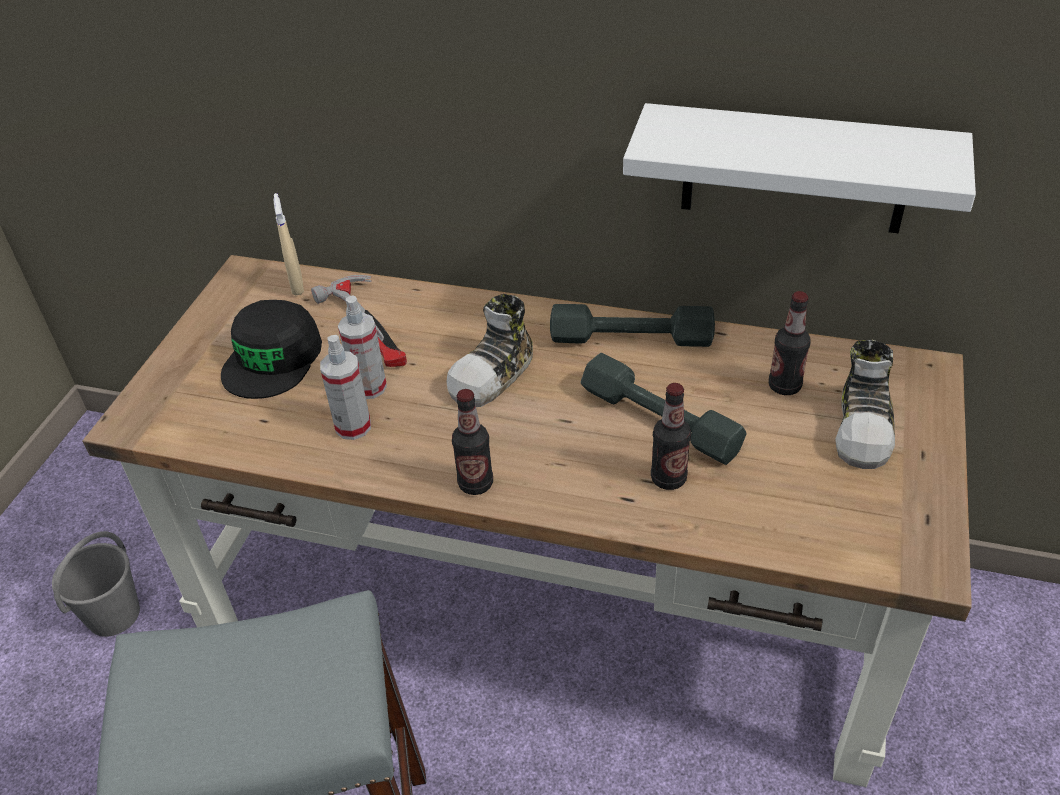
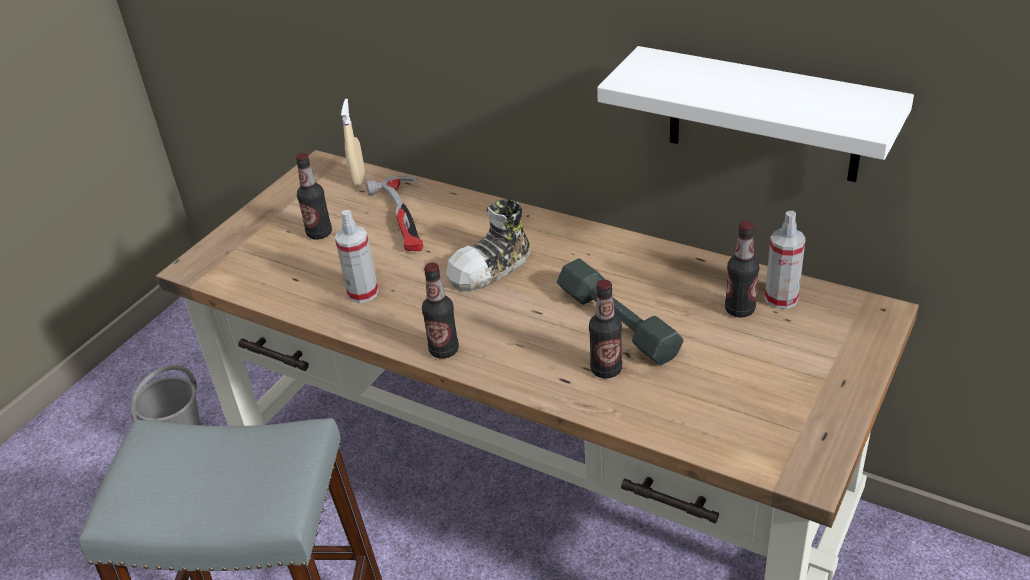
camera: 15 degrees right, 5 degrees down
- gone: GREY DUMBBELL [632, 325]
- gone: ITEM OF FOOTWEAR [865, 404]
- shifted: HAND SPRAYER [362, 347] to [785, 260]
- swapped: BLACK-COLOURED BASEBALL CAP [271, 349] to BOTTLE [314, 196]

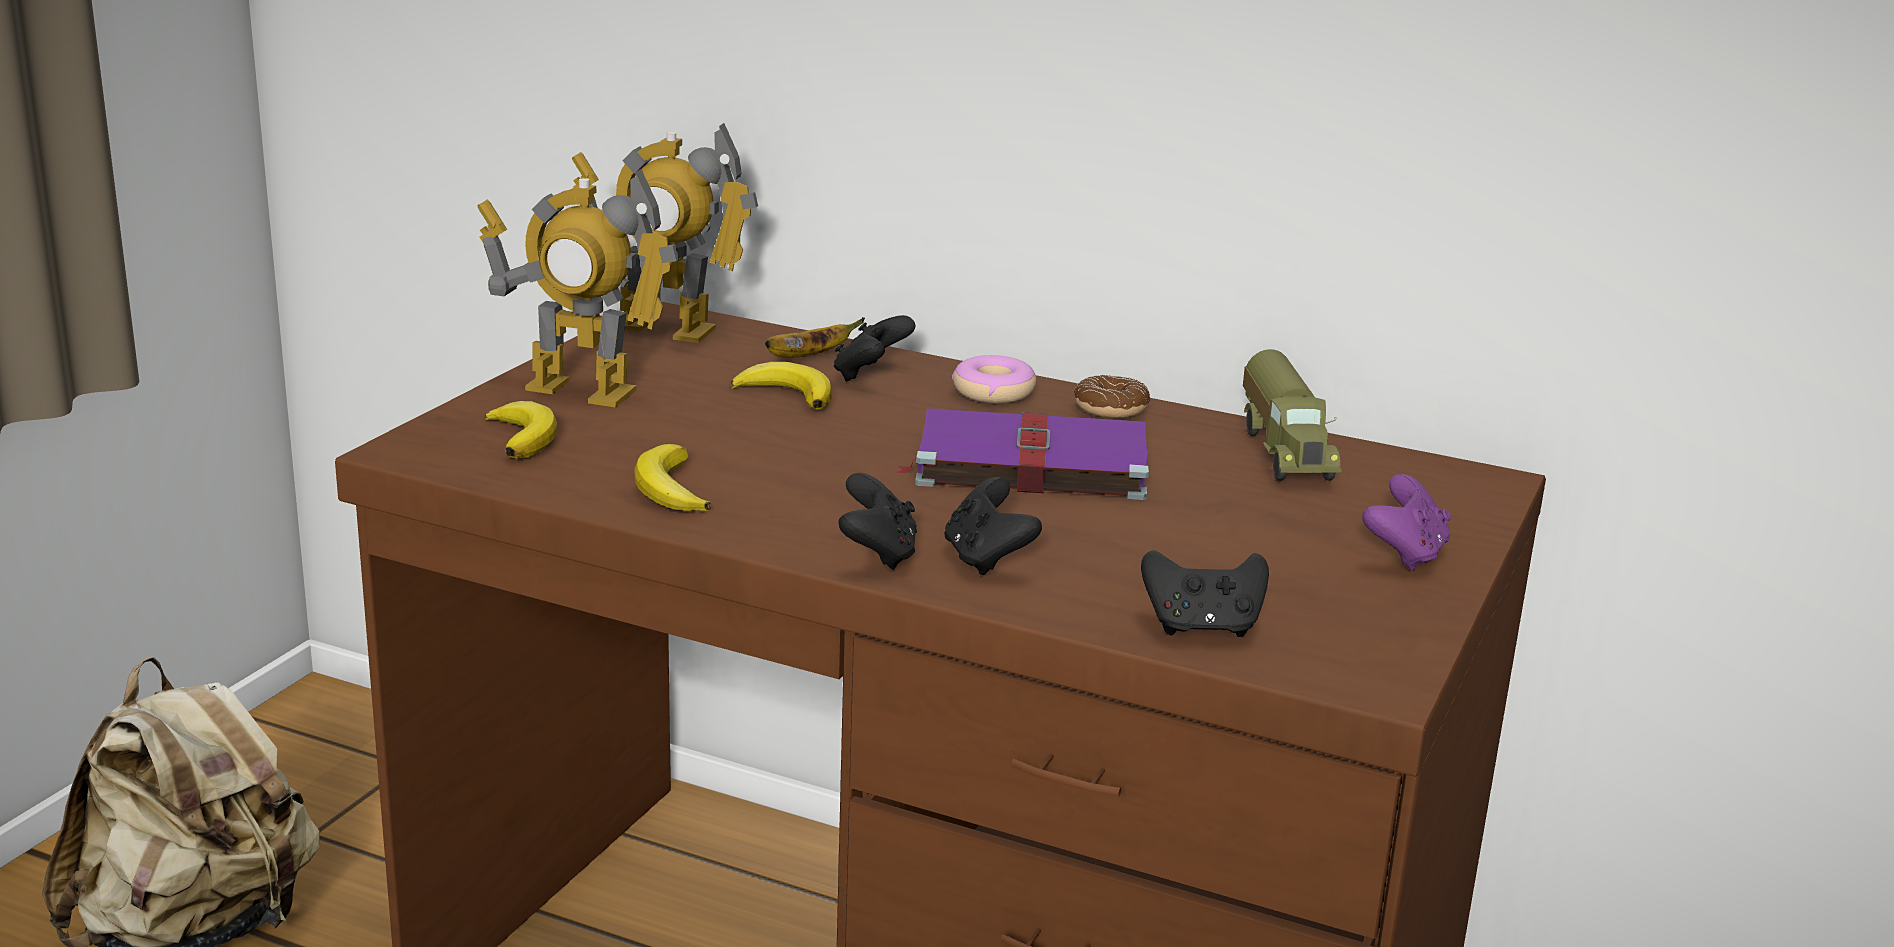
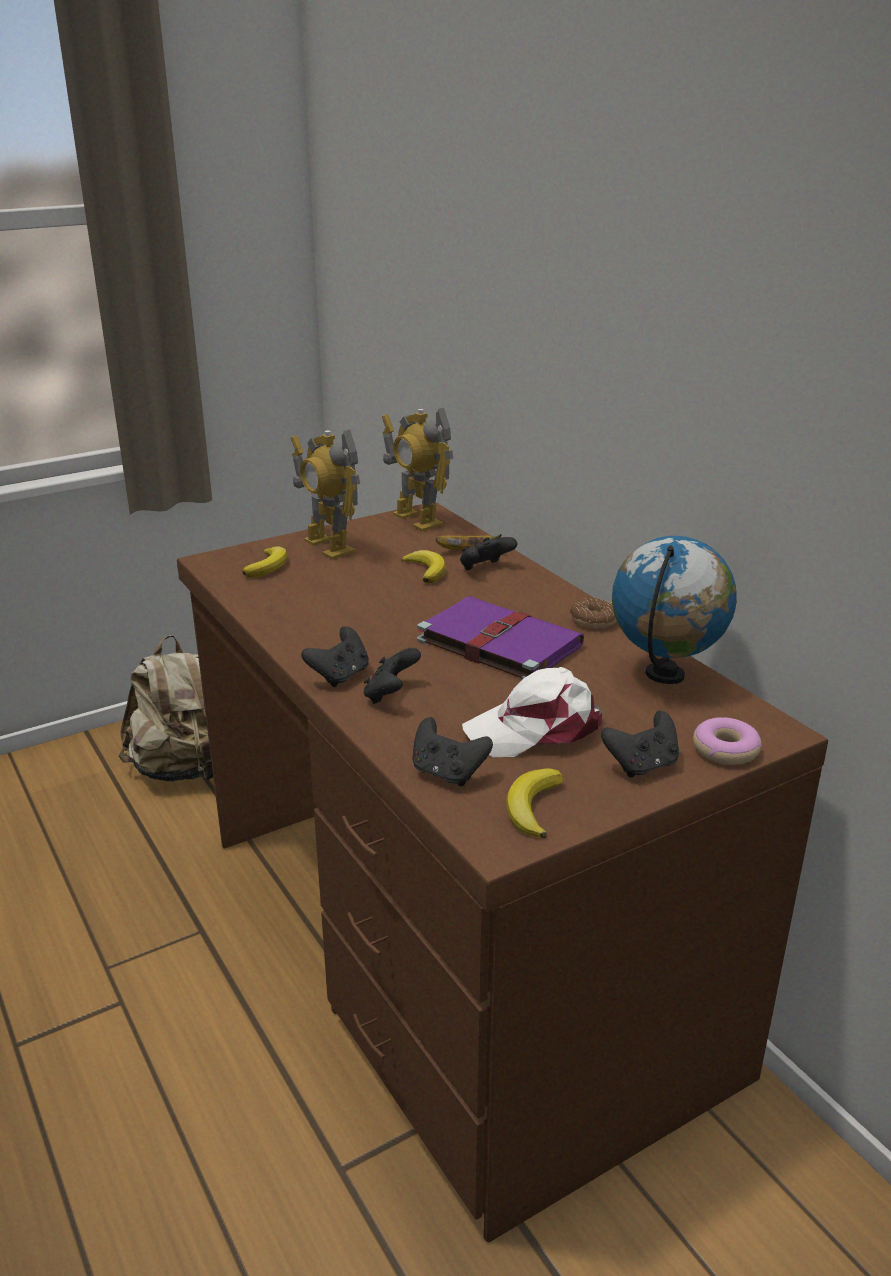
camera: 35 degrees right, 5 degrees up
- new: WHITE BASEBALL CAP [532, 712]
- shifted: BANANA FRUIT [672, 477] to [535, 803]
- shifted: DOUGHNUT [994, 379] to [727, 741]
- swapped: MODEL TRUCK [1292, 415] to WORLD GLOBE [674, 610]
- repainted: PURPLE GAMEPAD [1406, 522] to BLACK-COLOURED GAMEPAD [640, 744]

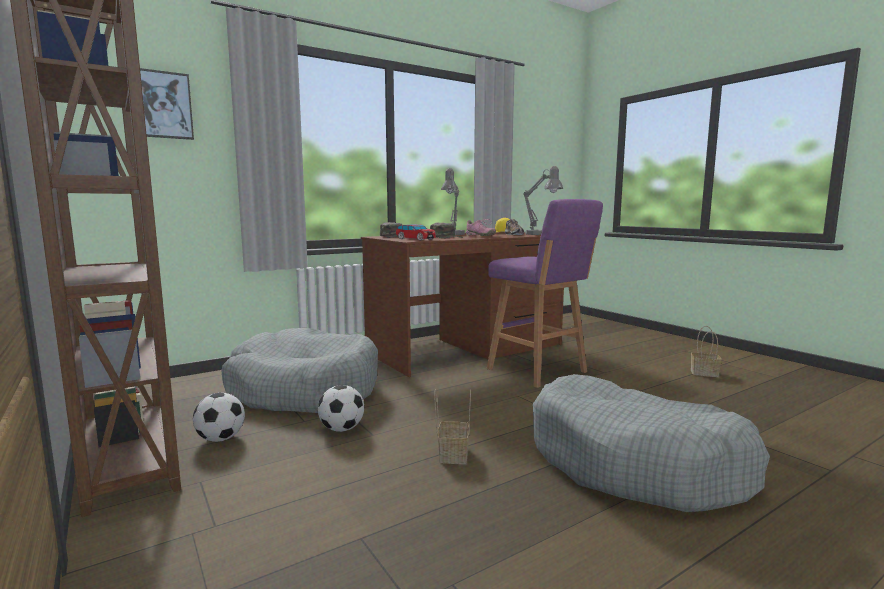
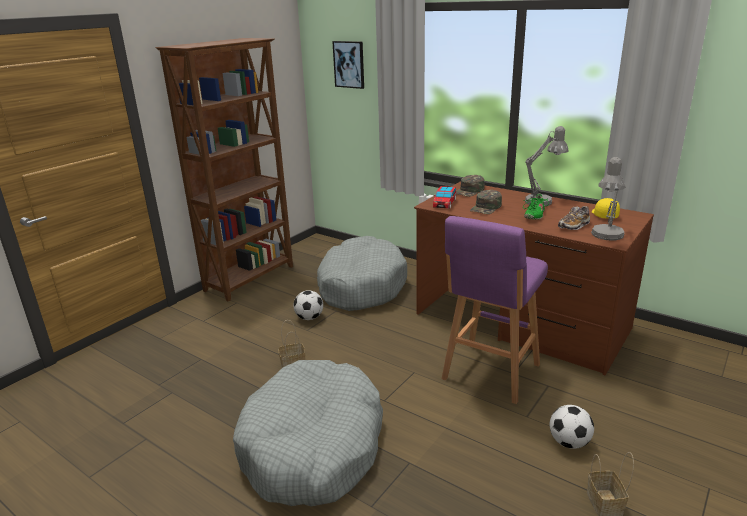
camera: 70 degrees right, 15 degrees up
- shifted: BALL FOR FOOTBALL [219, 417] to [572, 427]
- repainted: PINK ITEM OF FOOTWEAR [481, 227] to GREENISH ITEM OF FOOTWEAR [536, 206]

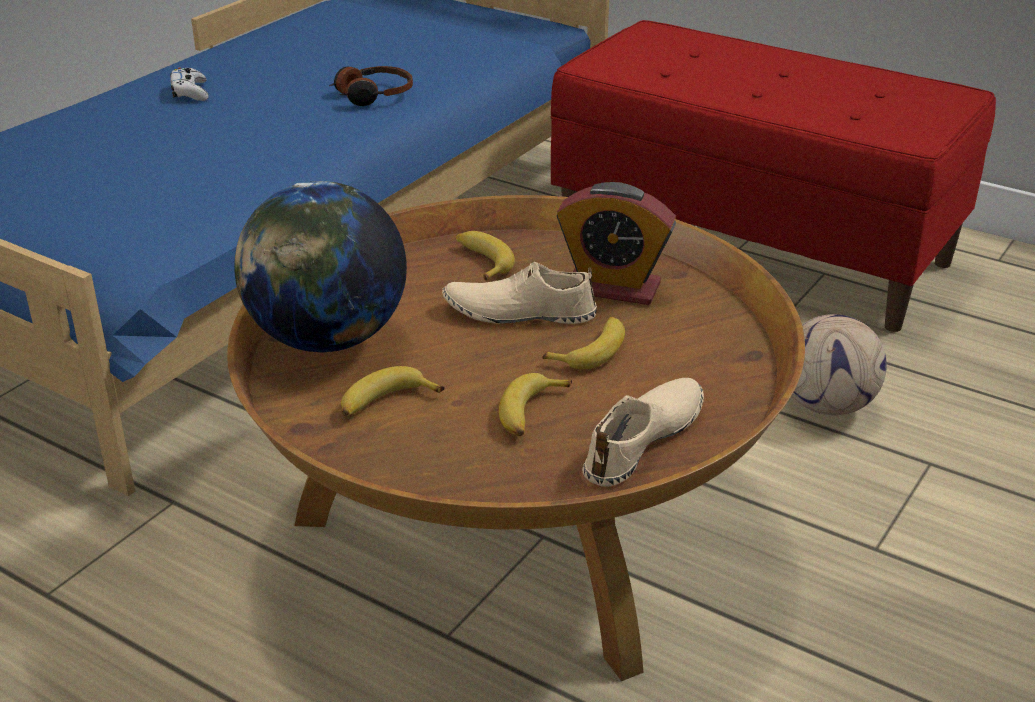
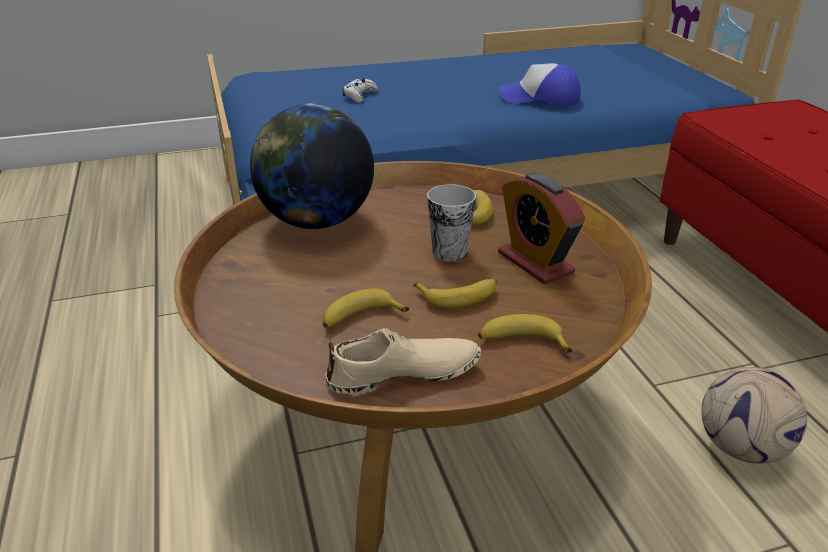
camera: 40 degrees right, 0 degrees up
- shifted: WHITE GAMEPAD [189, 84] to [360, 90]
- shifted: BANANA FRUIT [393, 391] to [525, 333]
- swapped: HEADSET [371, 86] to BASEBALL CAP [540, 84]
- swapped: BEIGE-COLOURED ITEM OF FOOTWEAR [519, 293] to CUP [451, 223]

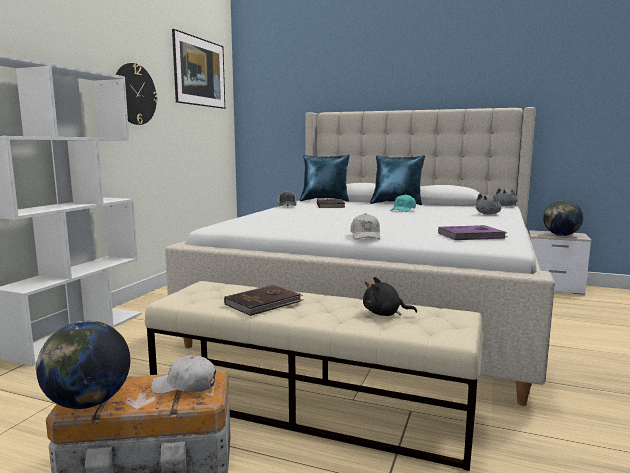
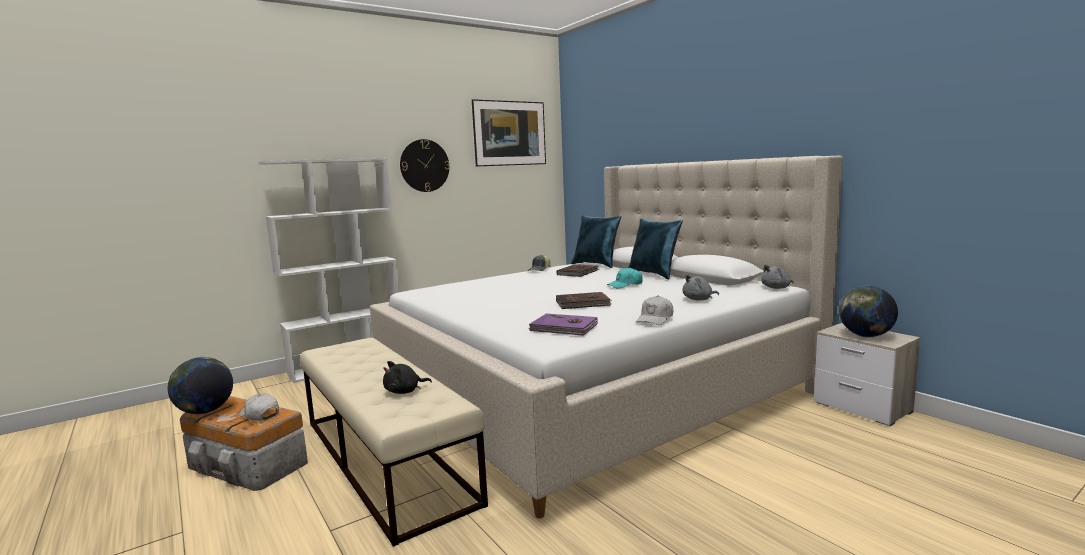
camera: 35 degrees right, 0 degrees up
- shifted: BROWN BOOK [263, 300] to [584, 300]
- shifted: WHITE BASEBALL CAP [365, 226] to [654, 310]
- rotated: BLACK-COLOURED CUDDLY TOY [390, 296] = [407, 377] 75 degrees counterclockwise

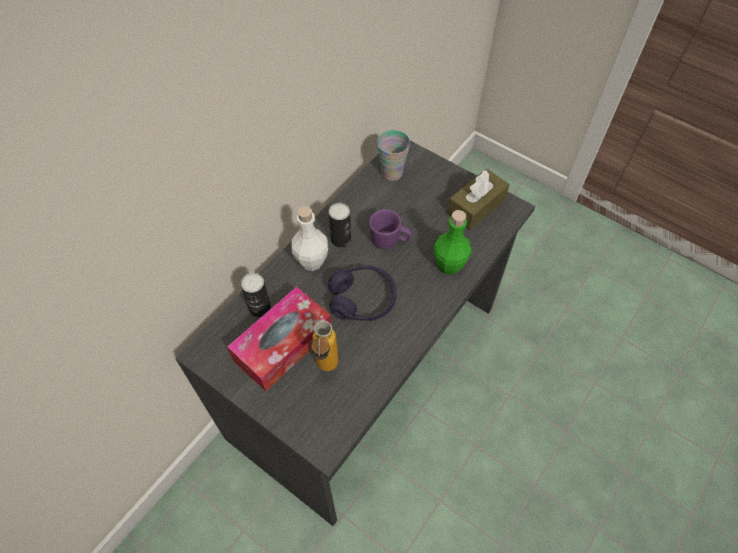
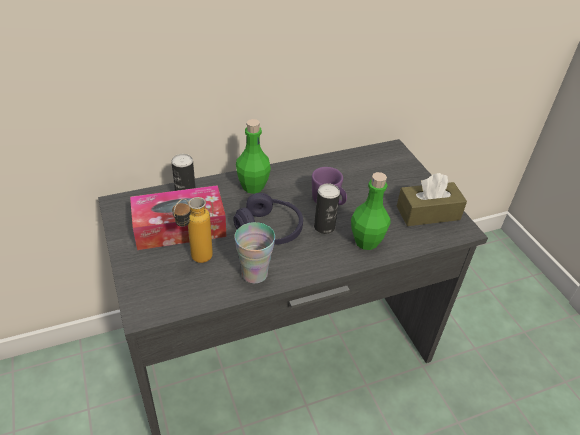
camera: 30 degrees right, 15 degrees down
- shifted: CAN [339, 225] to [327, 208]
- shifted: CUP [393, 155] to [254, 252]
- repainted: WHITE BOTTLE [309, 238] to GREENISH BOTTLE [253, 156]

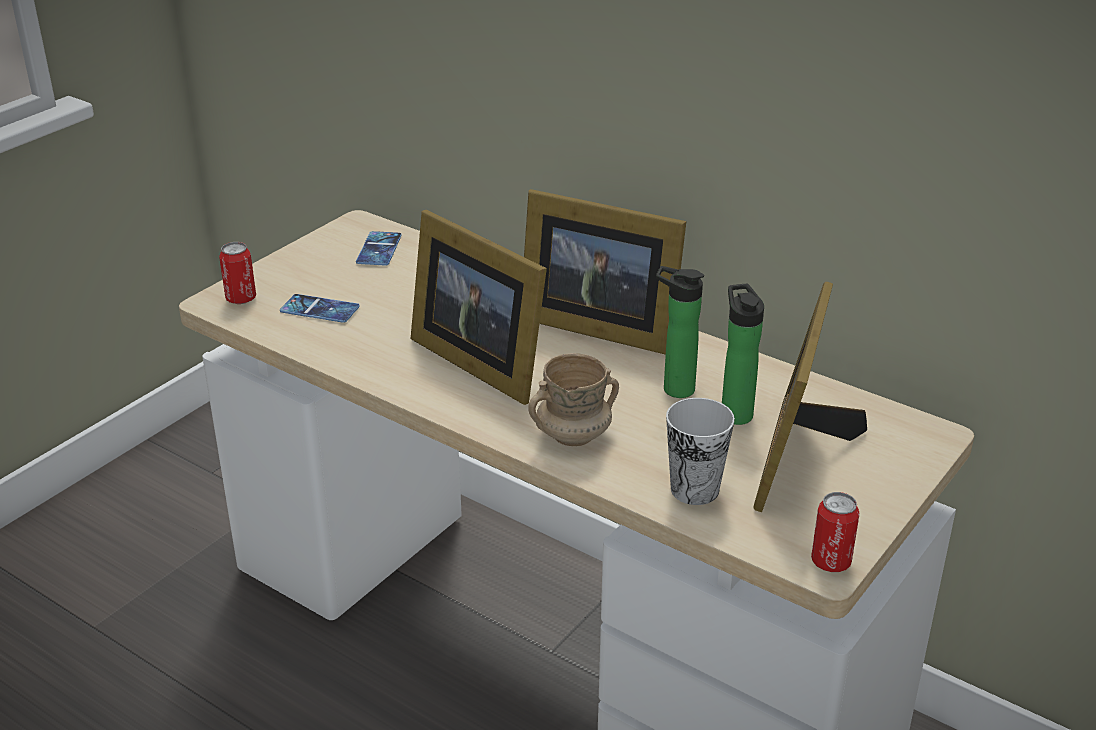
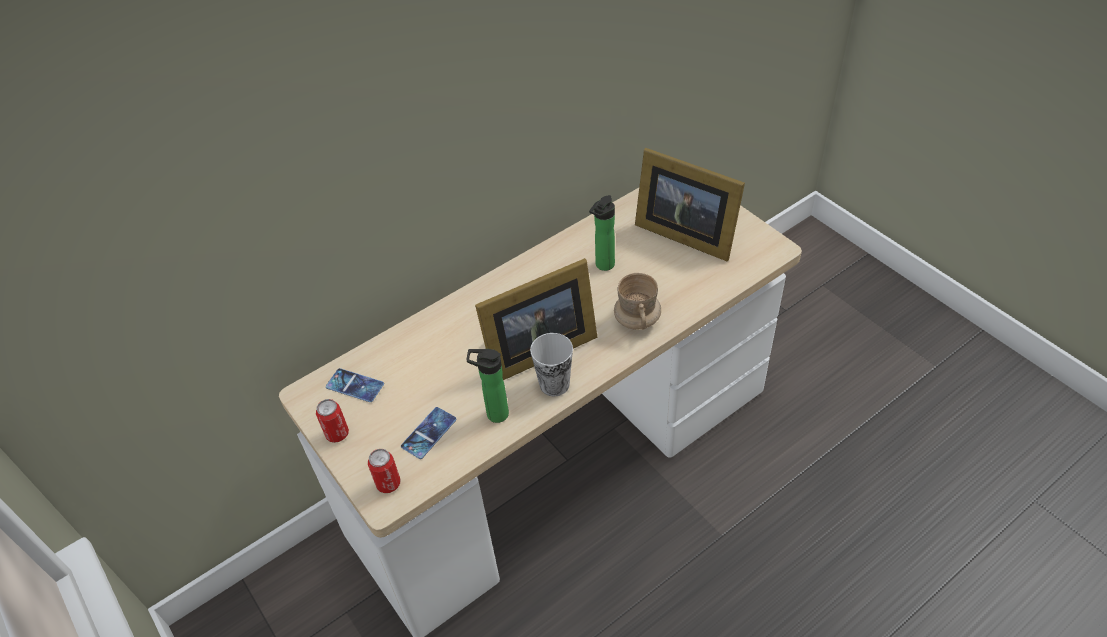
camera: 70 degrees left, 15 degrees up
- gone: PICTURE FRAME [605, 272]
- shifted: CUP [700, 451] to [551, 364]
- shifted: BOTTLE [743, 354] to [488, 386]
- shifted: CAN [835, 532] to [332, 421]

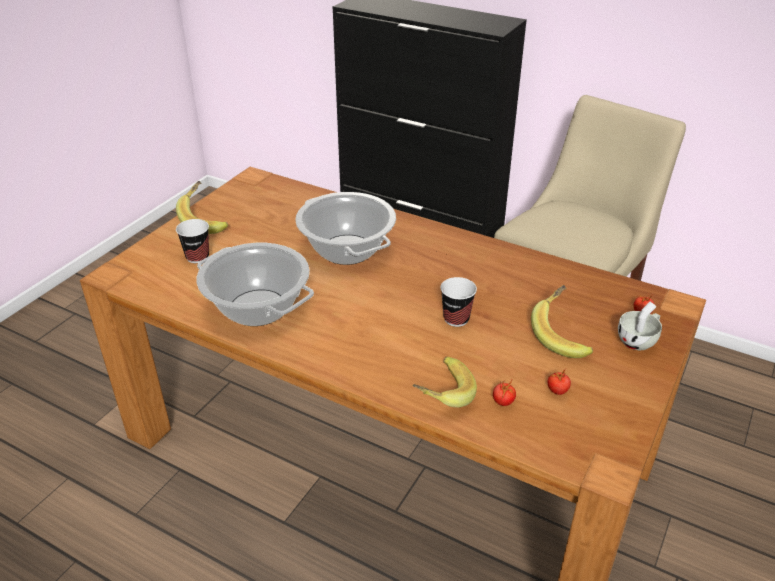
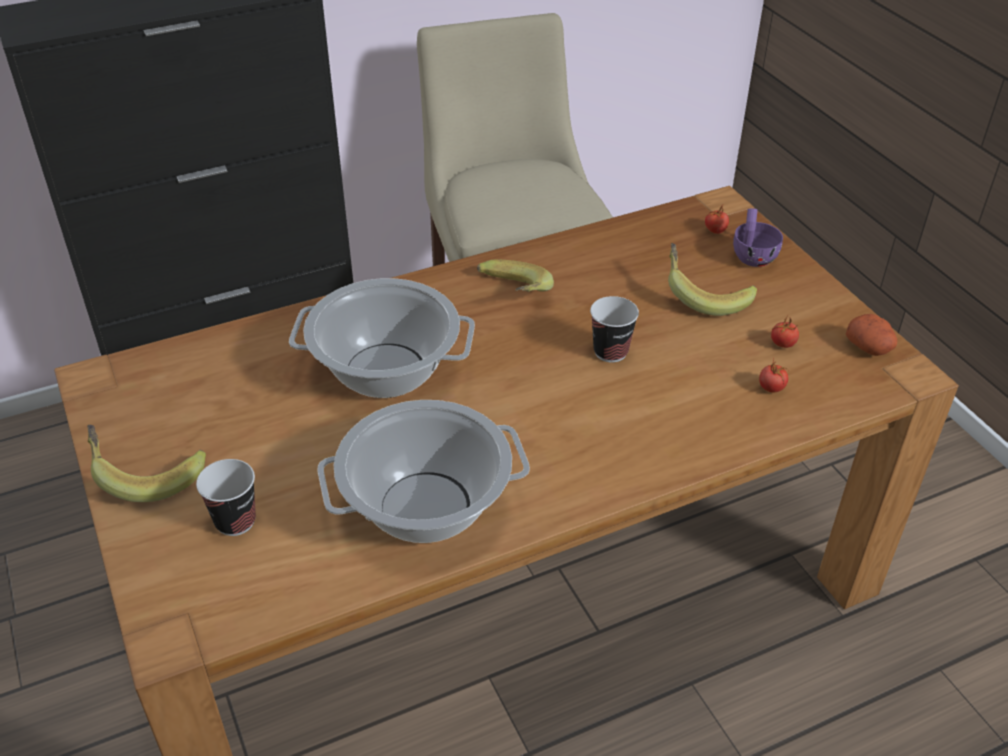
camera: 55 degrees left, 5 degrees up
- new: POTATO [872, 335]
- shifted: BANANA FRUIT [445, 382] to [515, 275]
- repainted: WHITE CUP [640, 326] to PURPLE CUP [758, 237]

